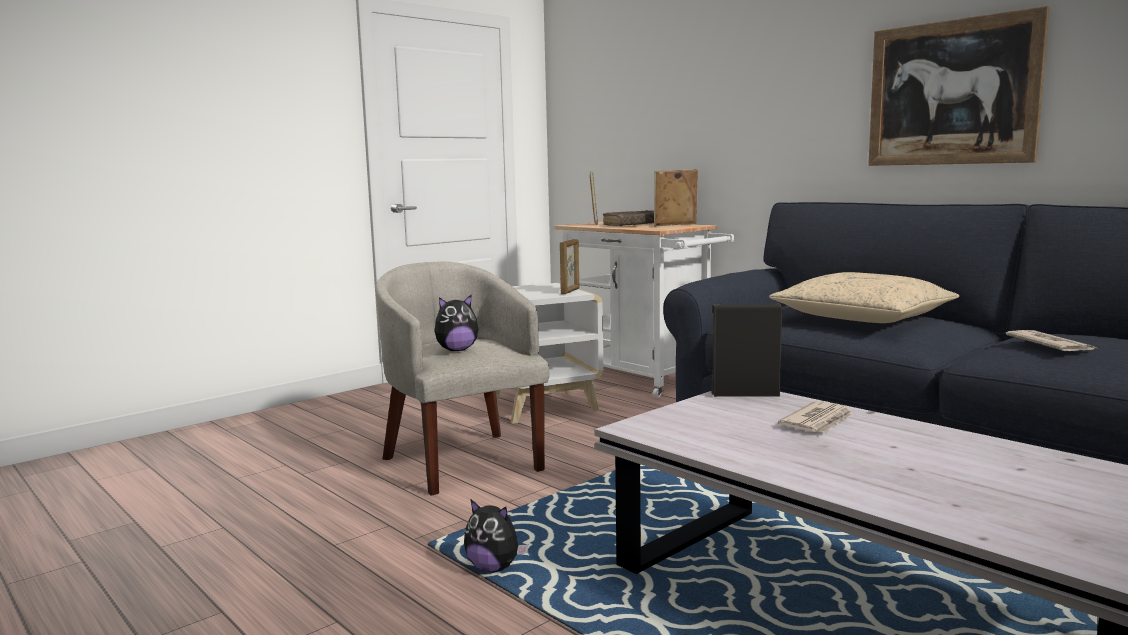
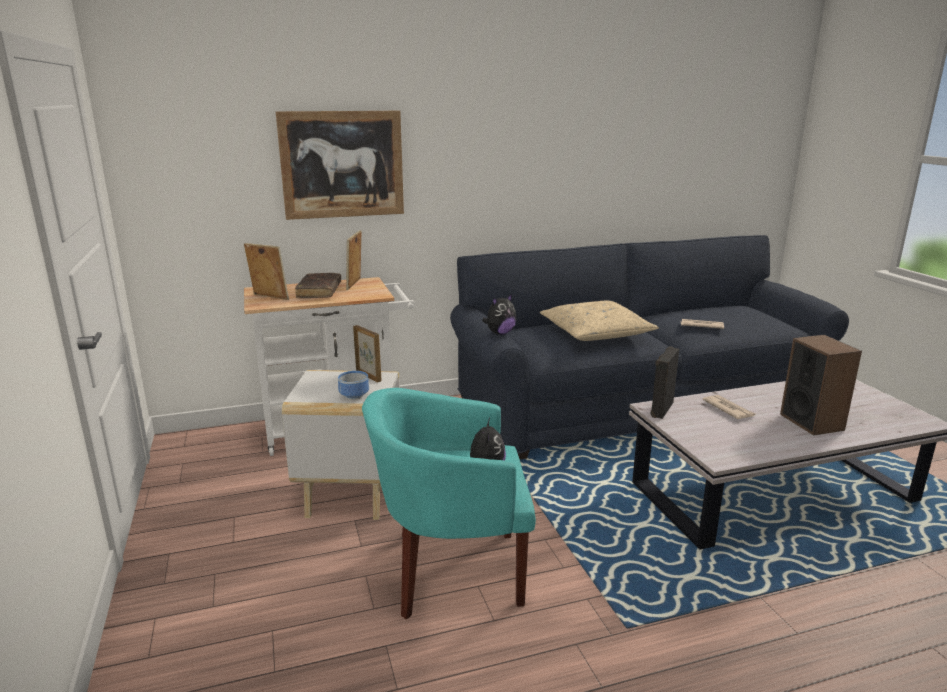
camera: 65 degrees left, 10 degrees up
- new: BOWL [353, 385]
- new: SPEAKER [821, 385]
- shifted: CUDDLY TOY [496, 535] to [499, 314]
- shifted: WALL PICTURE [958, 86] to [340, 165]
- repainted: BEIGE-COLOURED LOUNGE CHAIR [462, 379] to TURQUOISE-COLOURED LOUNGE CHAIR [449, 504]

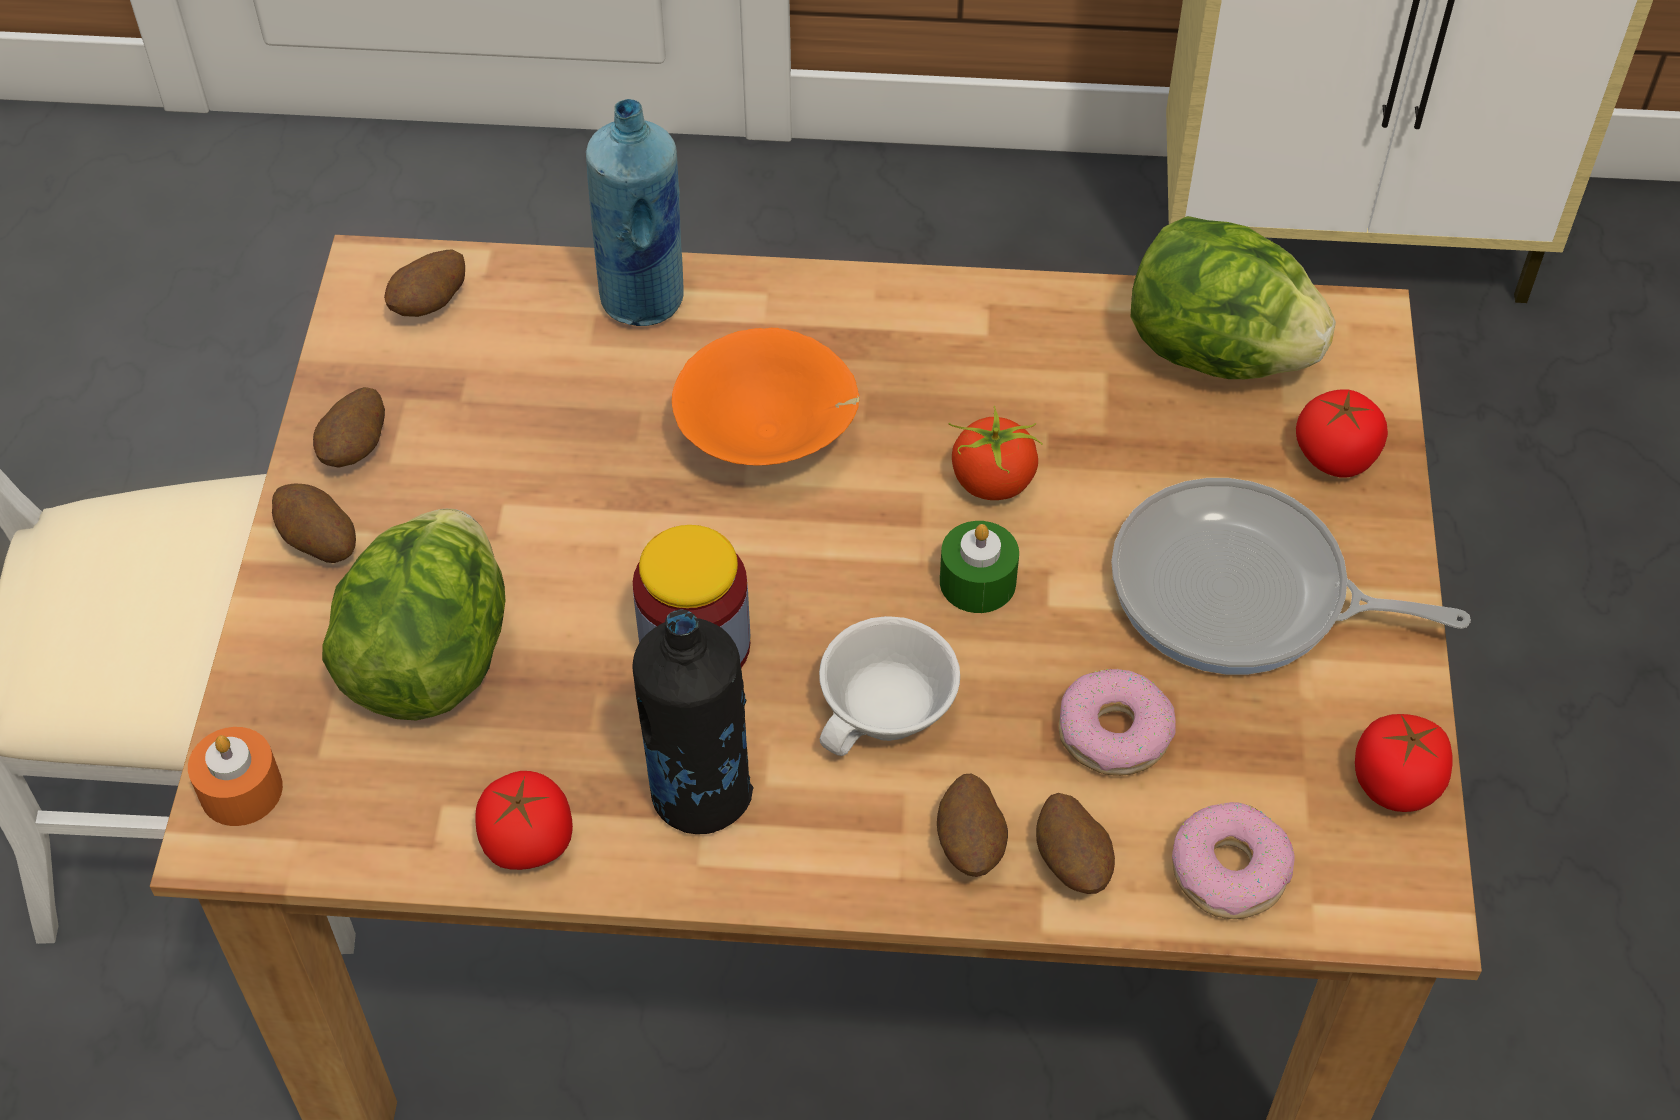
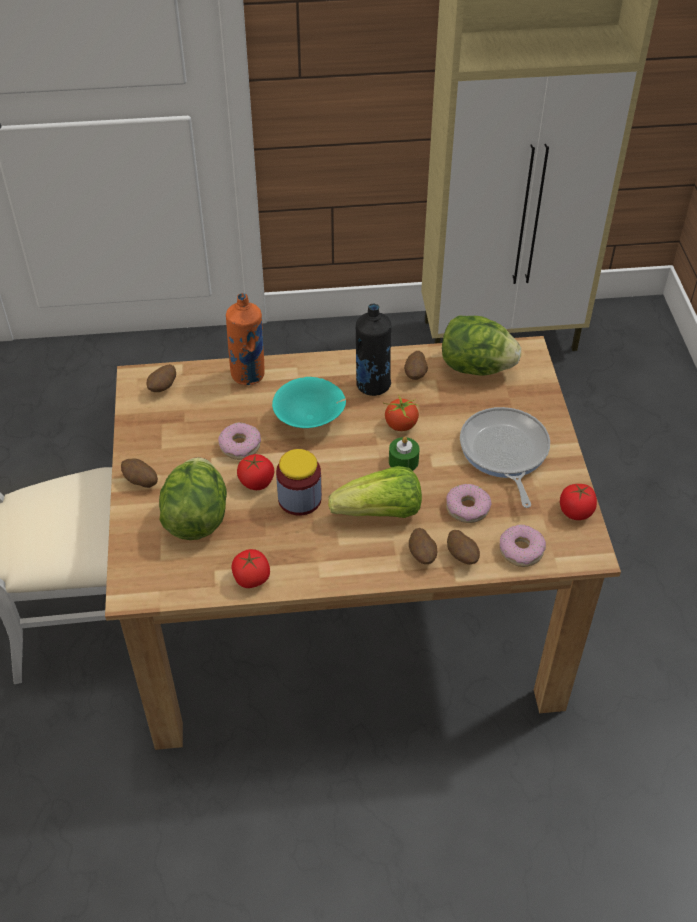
camera: 10 degrees left, 5 degrees down
- gone: ORANGE CANDLE [235, 776]
- new: DOUGHNUT [239, 441]
- shifted: POTATO [349, 427] to [416, 365]
- shifted: BLACK-COLOURED BOTTLE [693, 721] to [373, 350]
- shifted: TOMATO [1342, 433] to [255, 472]
- swapped: WHITE CUP [889, 686] to LETTUCE HEAD [375, 492]
- repainted: BLUISH BOTTLE [635, 212] to ORANGE BOTTLE [245, 339]
- repainted: ORANGE BOWL [765, 397] to TURQUOISE-COLOURED BOWL [309, 402]
- rotated: FRYING PAN [1291, 576] = [505, 457] 75 degrees clockwise

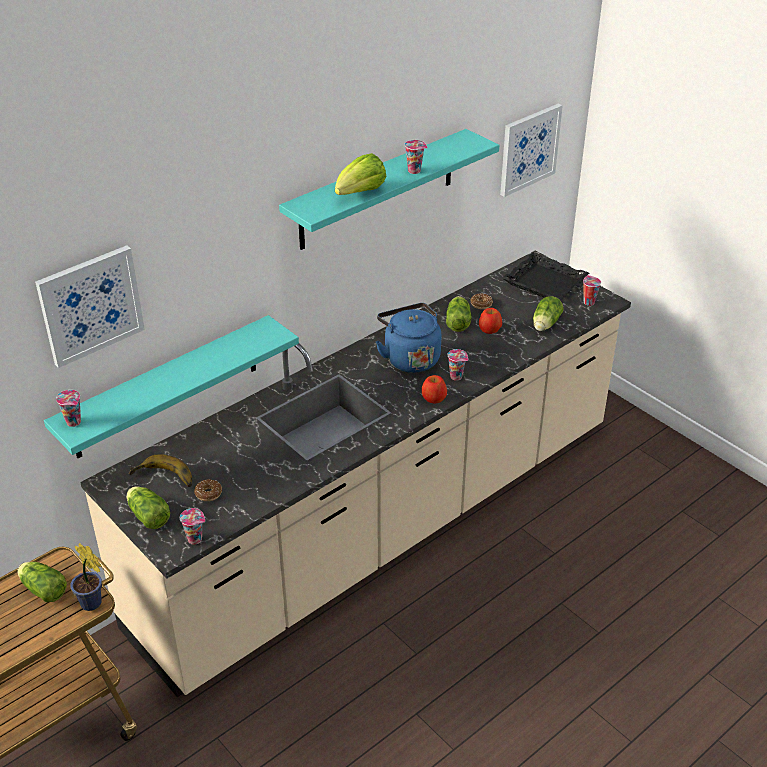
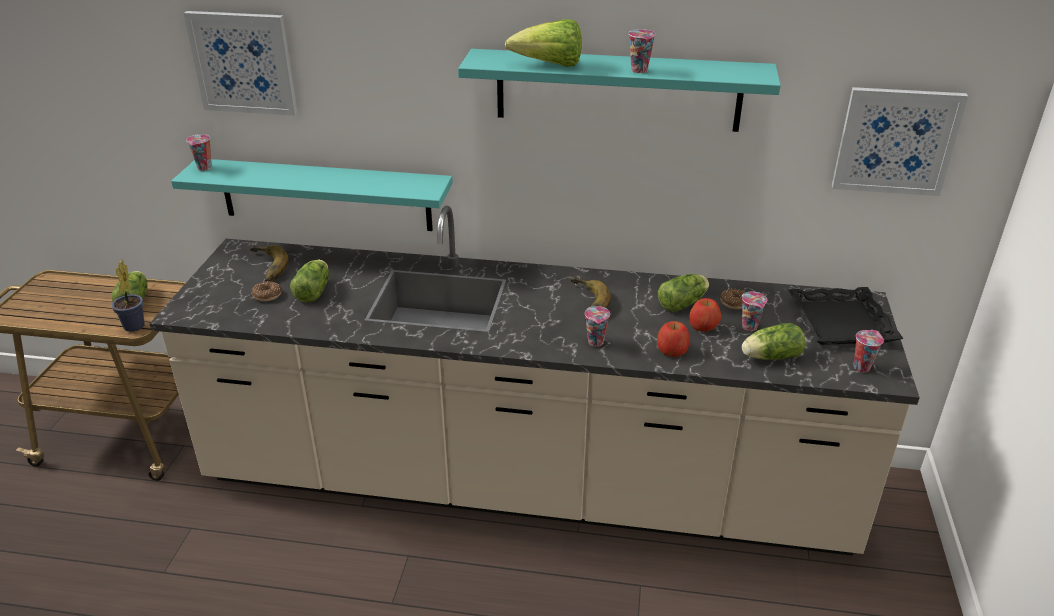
camera: 50 degrees right, 5 degrees down
- shifted: LETTUCE HEAD [148, 507] to [309, 281]
- shifted: CUP [192, 526] to [754, 311]
- shifted: APPLE [434, 389] to [673, 339]
- swapped: BLUISH KETTLE [408, 338] to BANANA FRUIT [591, 299]

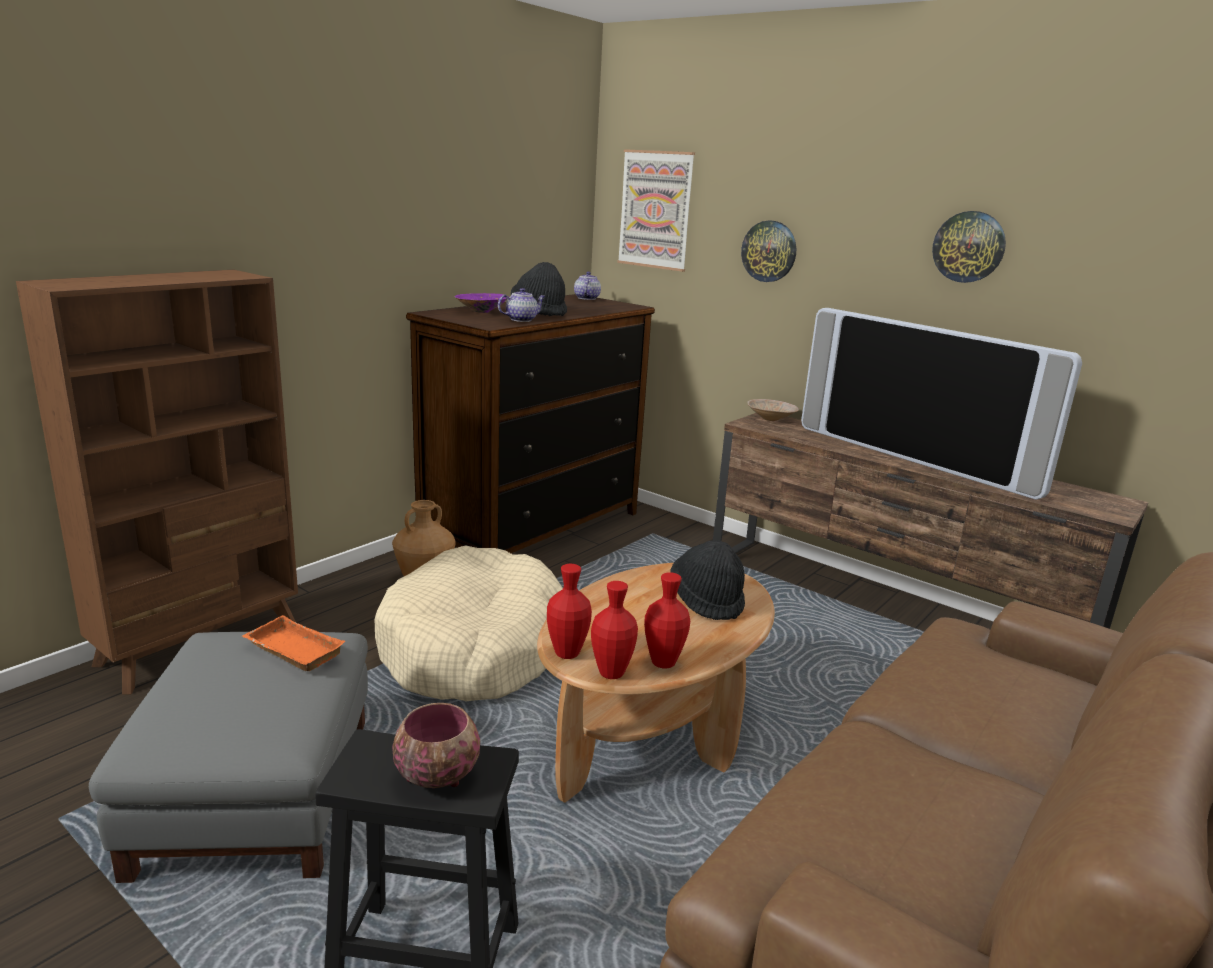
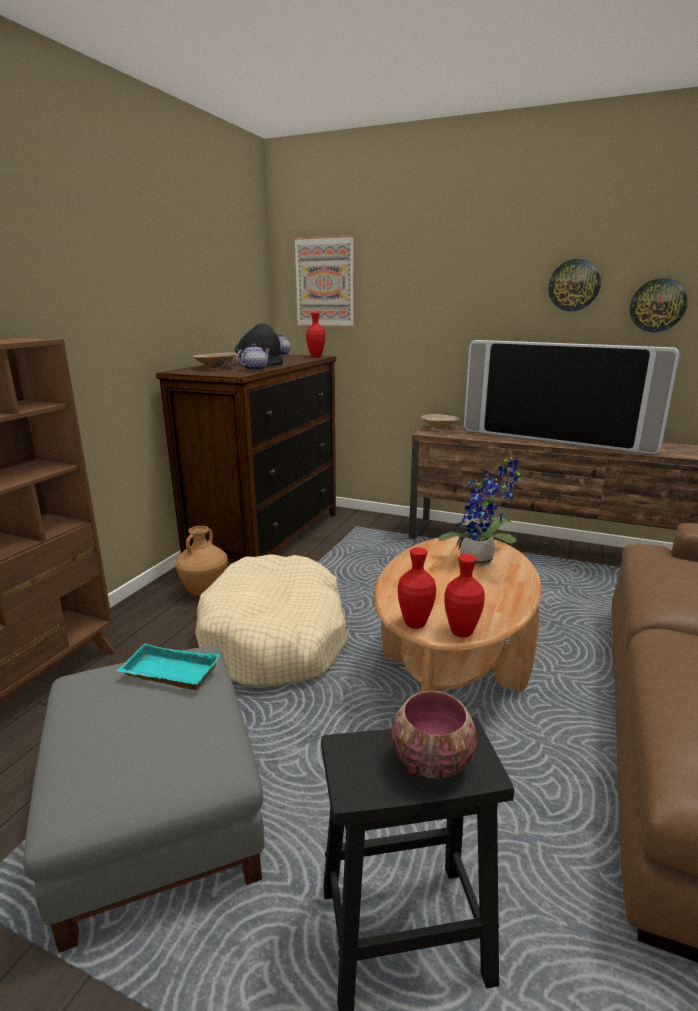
camera: 15 degrees left, 0 degrees up
- shifted: RED-COLOURED FLOWER VASE [667, 620] to [316, 334]
- shifted: WALL CLOCK [768, 251] to [659, 305]
- swapped: BLACK-COLOURED CLOTHING HAT [707, 580] to HOUSEPLANT [479, 511]
- repainted: ORANGE TRAY [294, 643] to TURQUOISE-COLOURED TRAY [168, 666]
- repainted: PURPLE BOWL [481, 303] to BEIGE-COLOURED BOWL [214, 360]

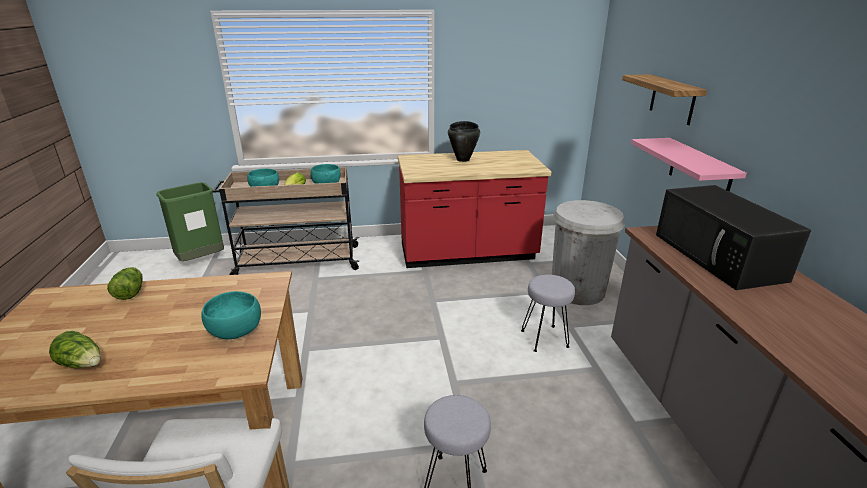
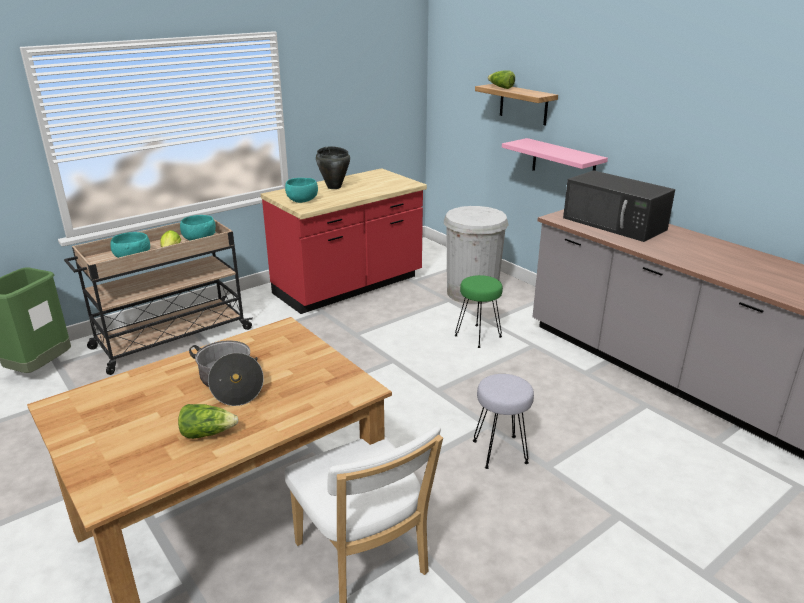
camera: 30 degrees left, 0 degrees up
- new: COOKING POT [226, 373]
- shifted: LETTUCE HEAD [125, 283] to [501, 79]
- shifted: TURQUOISE-COLOURED BOWL [231, 315] to [301, 190]
- repainted: GREY SITTING STOOL [548, 313] to GREENISH SITTING STOOL [479, 311]

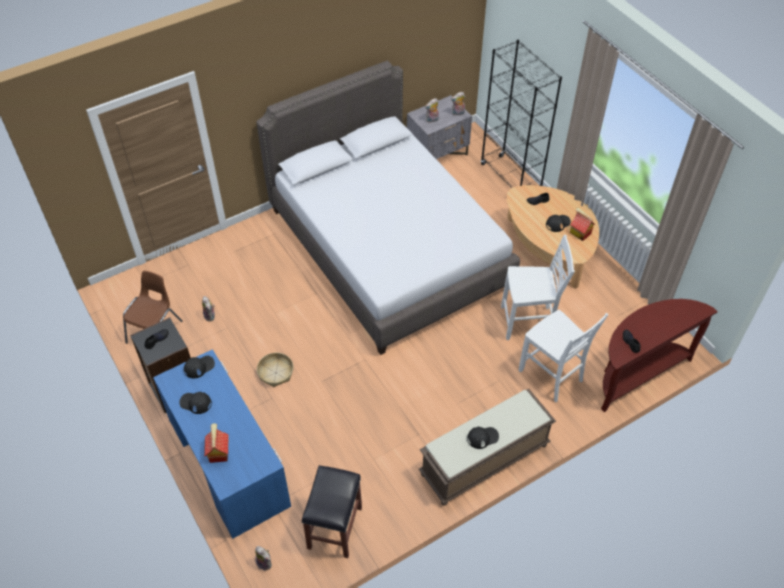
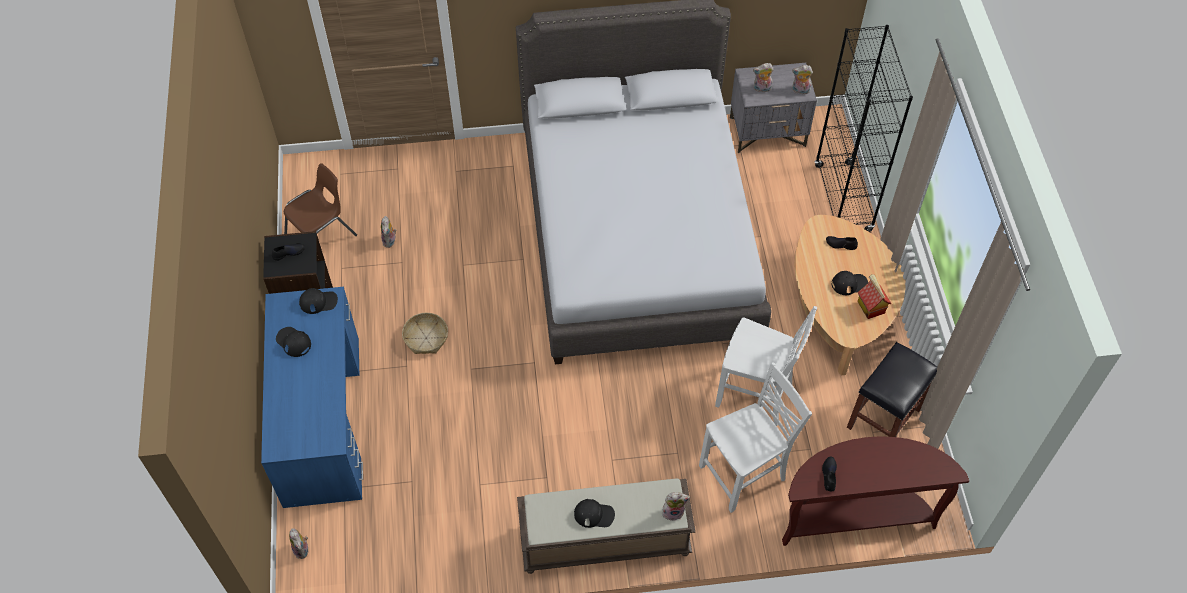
camera: 25 degrees right, 5 degrees up
- gone: TOY HOUSE [216, 443]
- new: CUDDLY TOY [676, 506]
- shifted: BLACK-COLOURED SITTING STOOL [332, 511] to [892, 389]
- rotated: WHITE CHAIR [563, 356] = [755, 437] 105 degrees counterclockwise

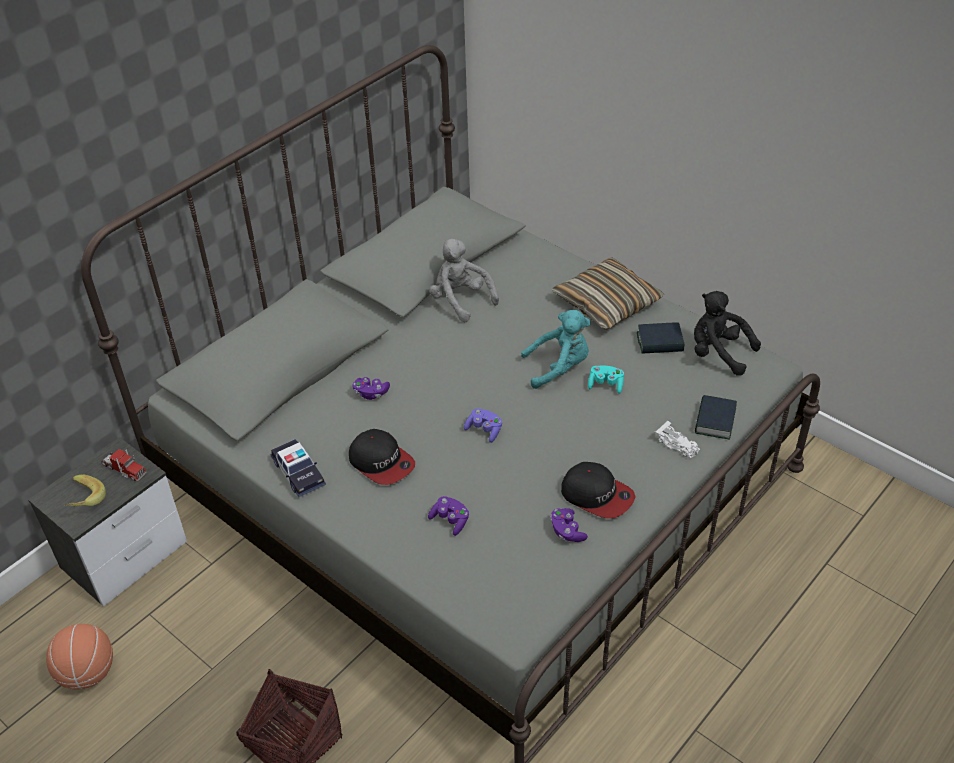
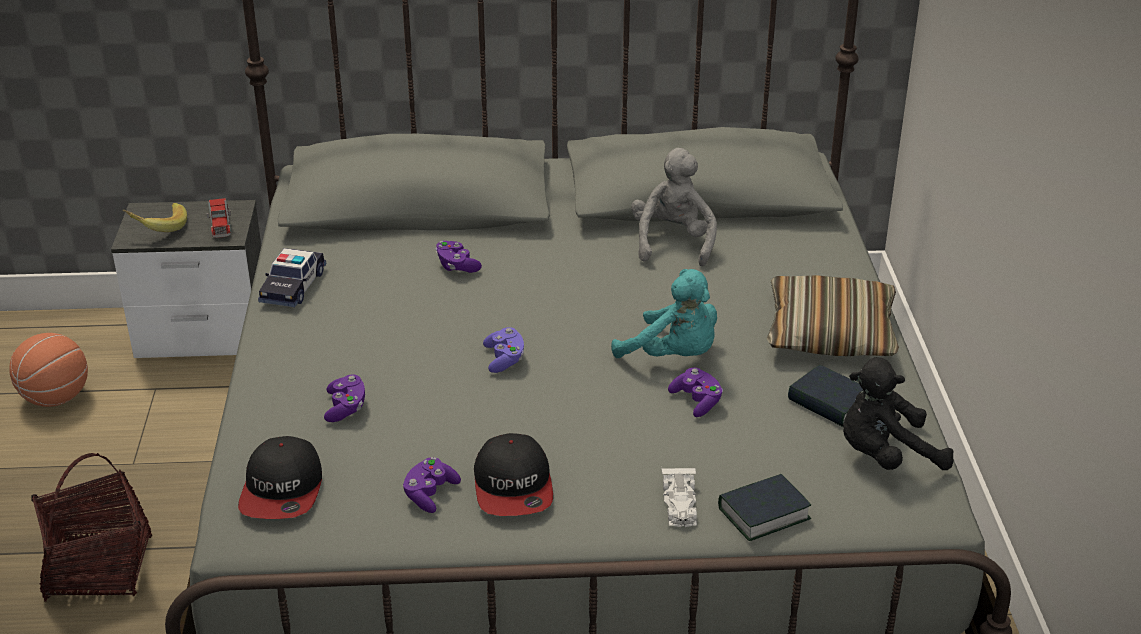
camera: 45 degrees right, 10 degrees down
- shifted: BASEBALL CAP [382, 457] to [280, 477]
- repainted: TURQUOISE-COLOURED GAMEPAD [606, 379] to PURPLE GAMEPAD [695, 392]
- rotated: BLACK-COLOURED CUDDLY TOY [727, 333] = [898, 413] 90 degrees counterclockwise

